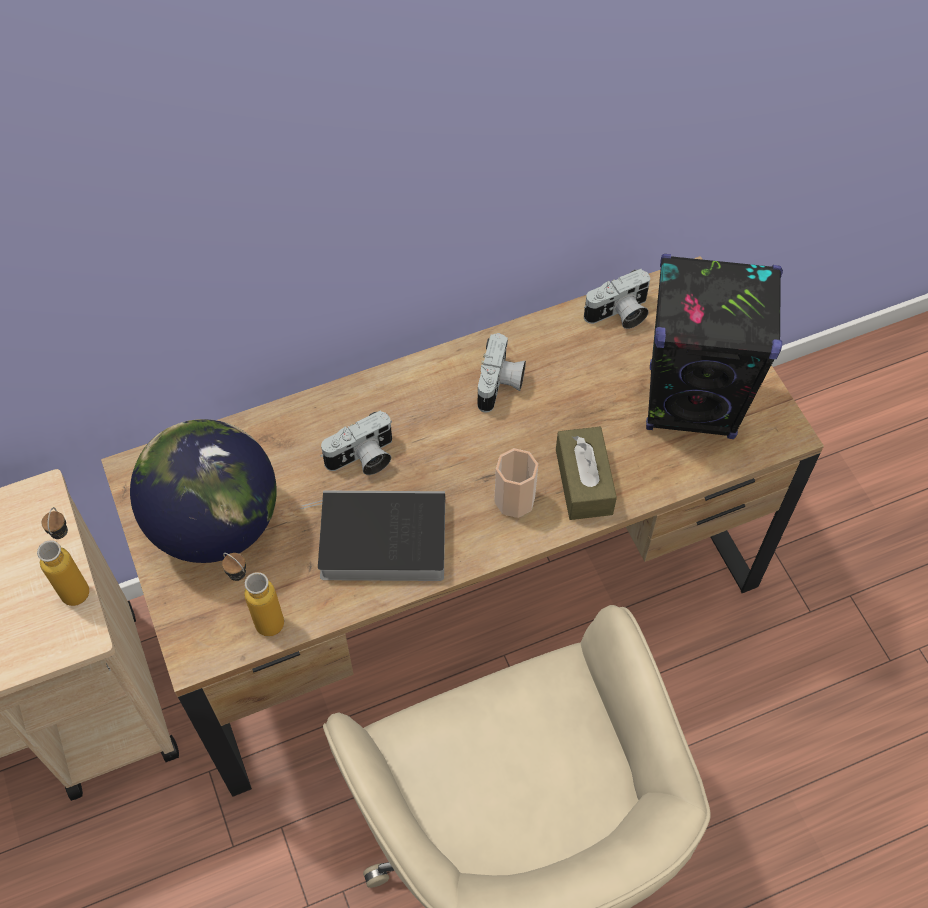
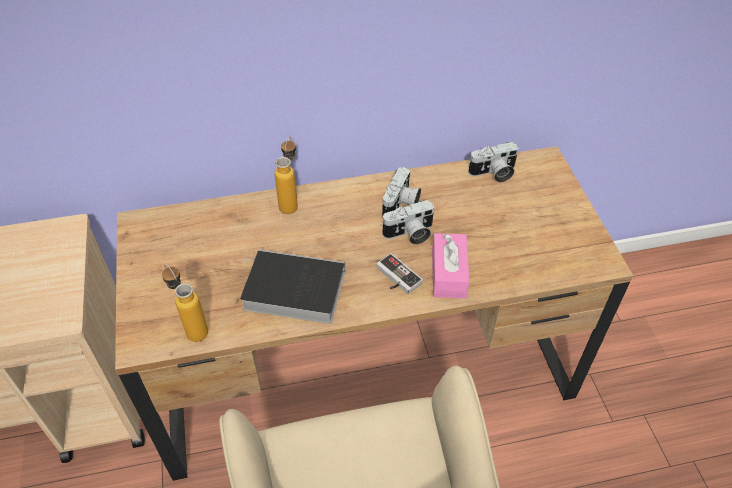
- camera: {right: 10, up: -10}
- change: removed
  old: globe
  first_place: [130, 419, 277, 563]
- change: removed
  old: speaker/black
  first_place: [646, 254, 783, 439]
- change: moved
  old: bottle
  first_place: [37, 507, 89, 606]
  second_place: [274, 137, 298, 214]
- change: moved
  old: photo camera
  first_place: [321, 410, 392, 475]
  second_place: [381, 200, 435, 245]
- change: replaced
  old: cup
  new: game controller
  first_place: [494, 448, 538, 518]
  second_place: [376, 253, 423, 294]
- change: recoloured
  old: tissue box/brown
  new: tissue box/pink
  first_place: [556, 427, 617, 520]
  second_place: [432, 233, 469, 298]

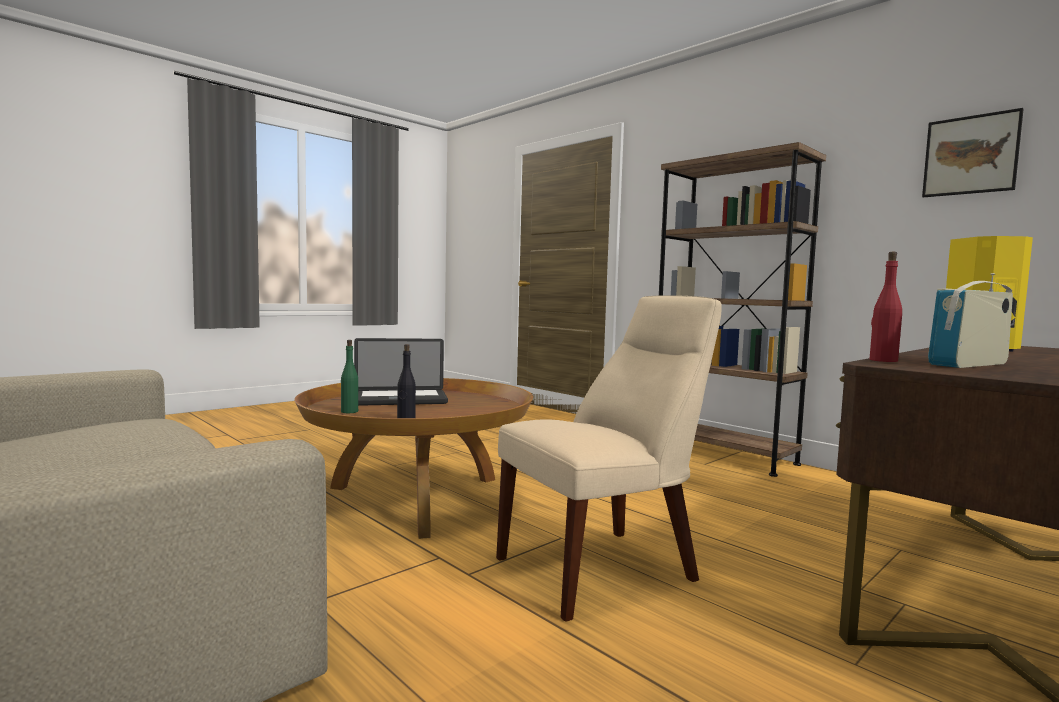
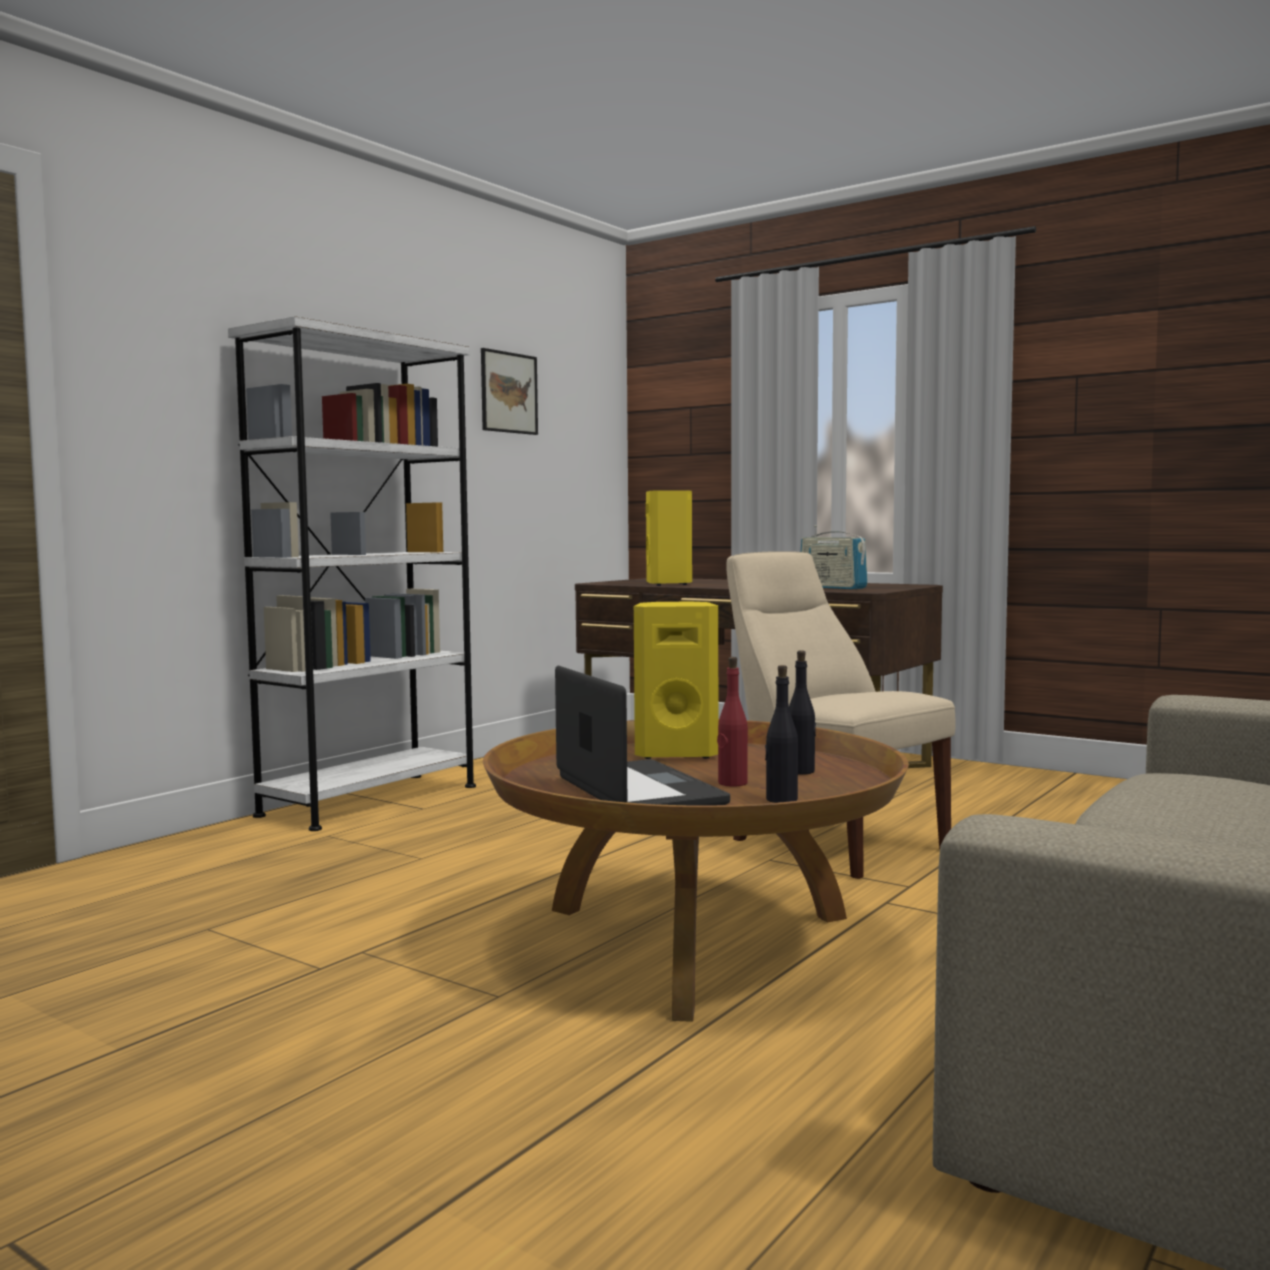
- camera: {right: -100, up: 0}
- change: added
  new: speaker/yellow
  second_place: [634, 602, 718, 759]
- change: moved
  old: bottle/red
  first_place: [870, 252, 902, 362]
  second_place: [717, 657, 748, 787]
- change: recoloured
  old: bottle/green
  new: bottle/black
  first_place: [341, 340, 358, 413]
  second_place: [765, 665, 798, 803]
- change: recoloured
  old: bookcase/brown
  new: bookcase/white
  first_place: [659, 142, 826, 477]
  second_place: [228, 316, 476, 831]

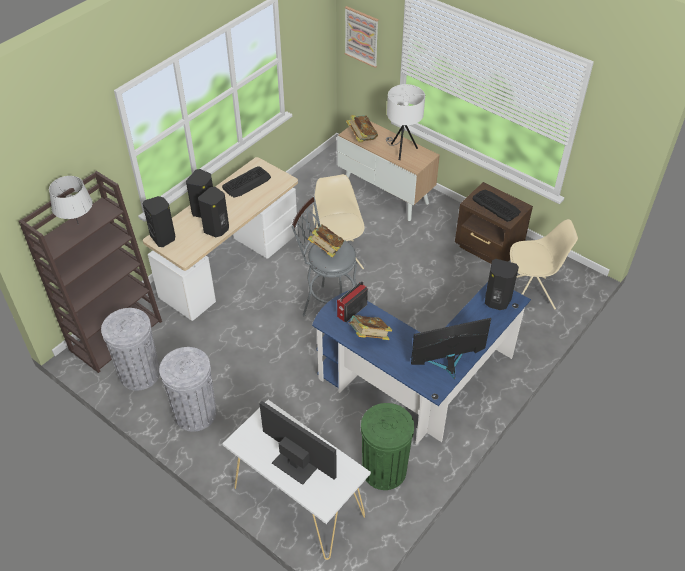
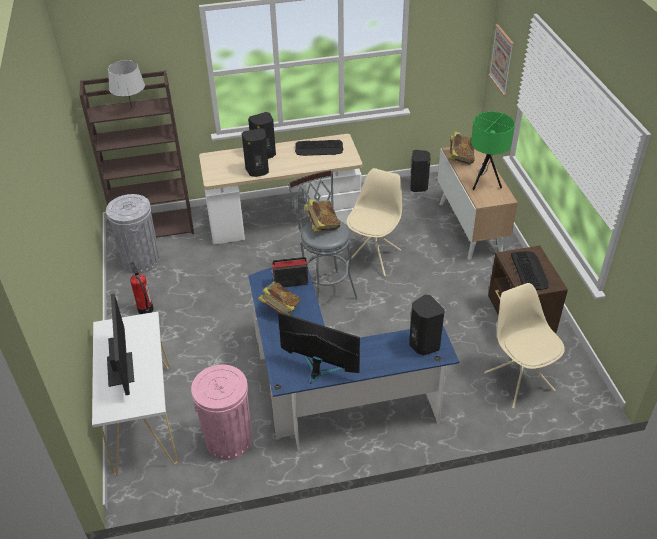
- camera: {right: 40, up: -5}
- change: moved
  old: speaker/black
  first_place: [142, 196, 175, 247]
  second_place: [410, 150, 430, 192]
- change: replaced
  old: trash can/grey
  new: fire extinguisher
  first_place: [159, 347, 217, 432]
  second_place: [130, 262, 154, 314]
- change: recoloured
  old: trash can/green
  new: trash can/pink
  first_place: [361, 403, 414, 490]
  second_place: [191, 364, 252, 460]
- change: recoloured
  old: table lamp/white
  new: table lamp/green
  first_place: [386, 84, 425, 160]
  second_place: [471, 111, 515, 190]
- change: turned
  old: chair/beige
  first_place: [510, 219, 578, 310]
  second_place: [484, 283, 565, 409]
  degrees: -150

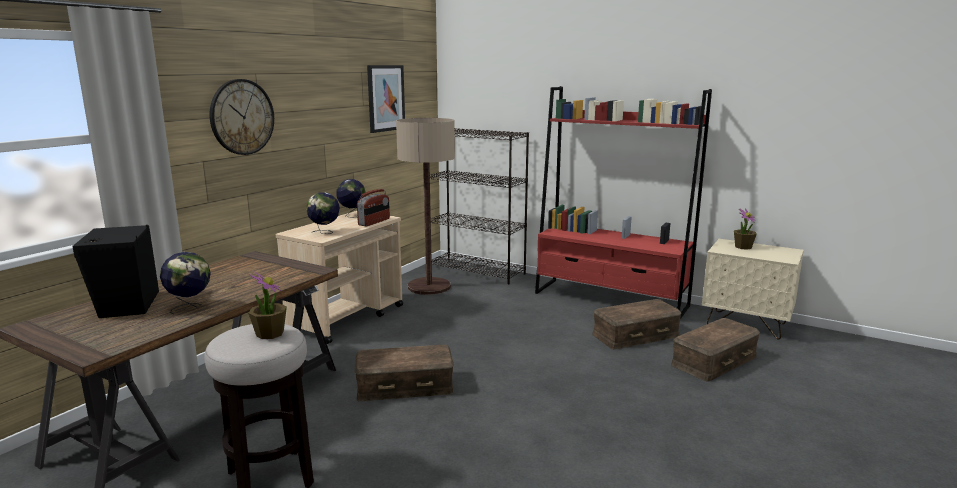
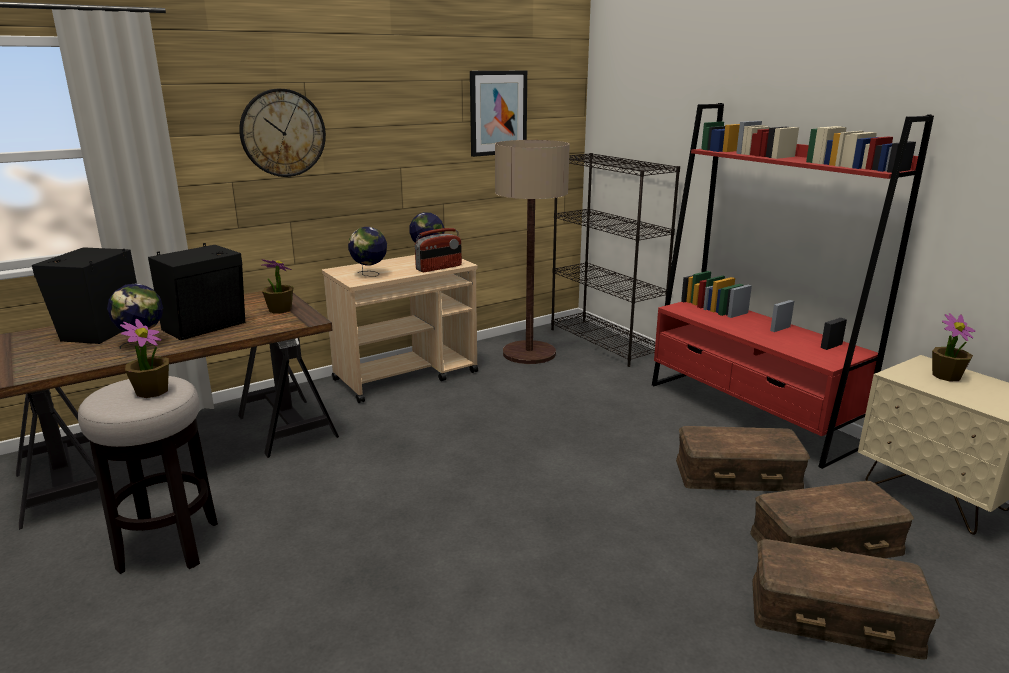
- camera: {right: 25, up: 5}
- change: added
  new: speaker/black
  second_place: [148, 243, 245, 340]
- change: added
  new: potted plant
  second_place: [261, 259, 294, 314]
- change: moved
  old: storage box/brown
  first_place: [354, 344, 454, 401]
  second_place: [752, 539, 940, 660]

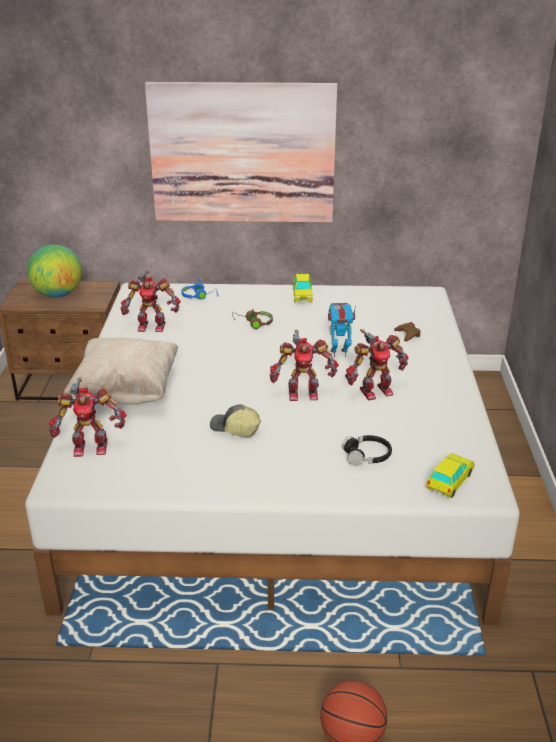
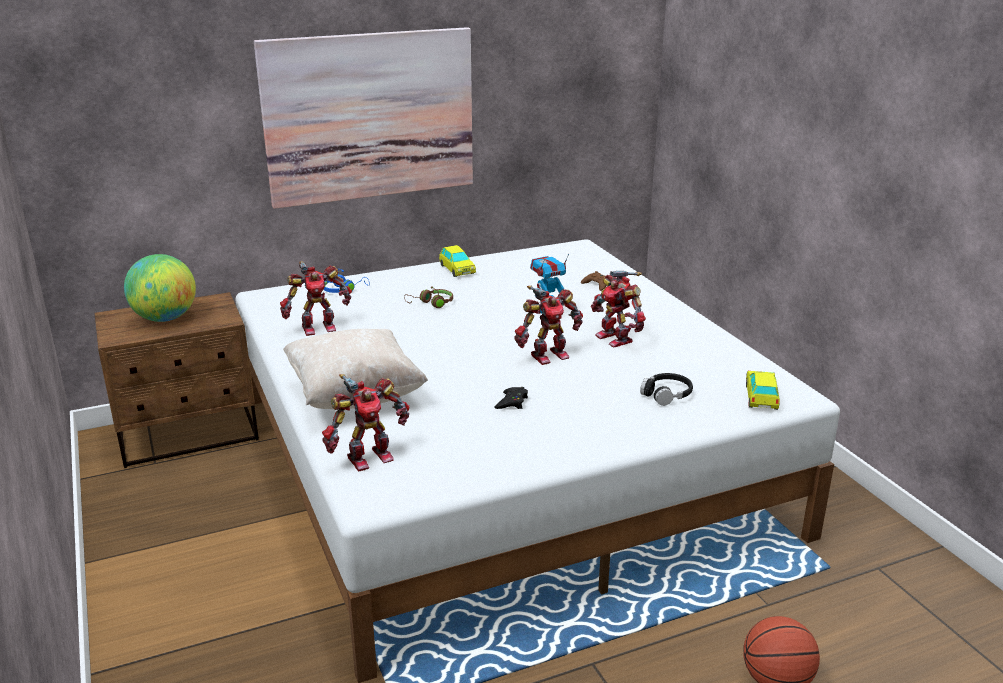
- camera: {right: -25, up: -5}
- change: replaced
  old: cap
  new: game controller/black
  first_place: [210, 404, 261, 437]
  second_place: [495, 387, 528, 409]
- change: turned
  old: toy robot
  first_place: [345, 329, 408, 400]
  second_place: [591, 271, 646, 347]
  degrees: 105

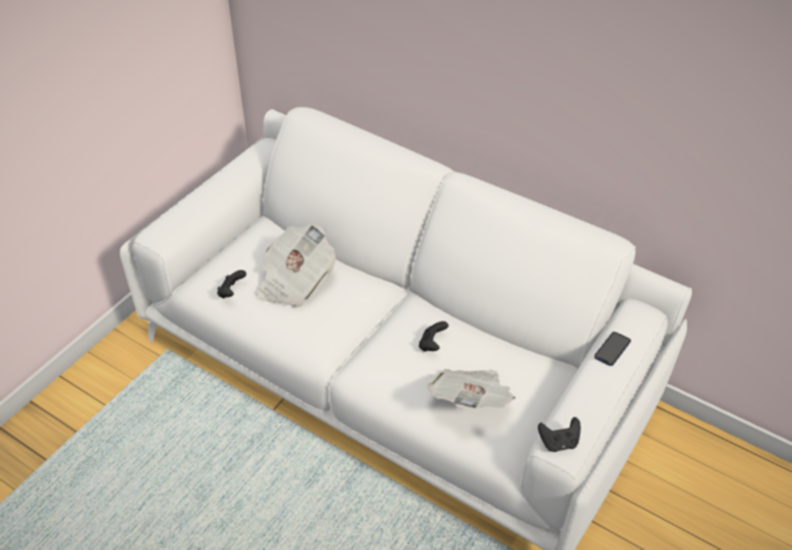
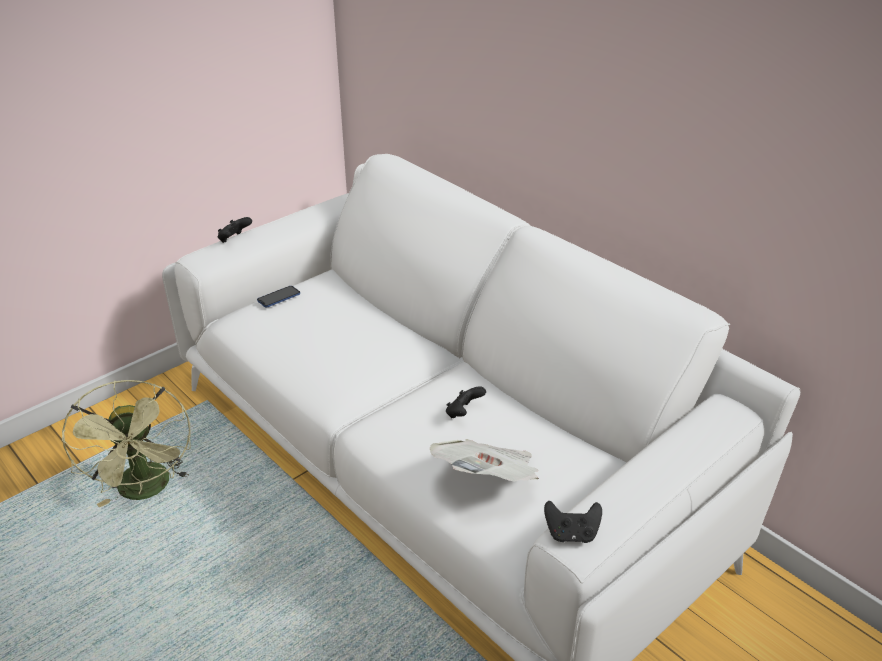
- camera: {right: 15, up: -10}
- change: removed
  old: newspaper
  first_place: [257, 224, 335, 307]
- change: added
  new: fan/green
  second_place: [62, 380, 191, 508]
- change: moved
  old: game controller/black
  first_place: [217, 270, 246, 298]
  second_place: [218, 217, 252, 243]
- change: moved
  old: phone
  first_place: [594, 332, 631, 366]
  second_place: [257, 286, 300, 307]

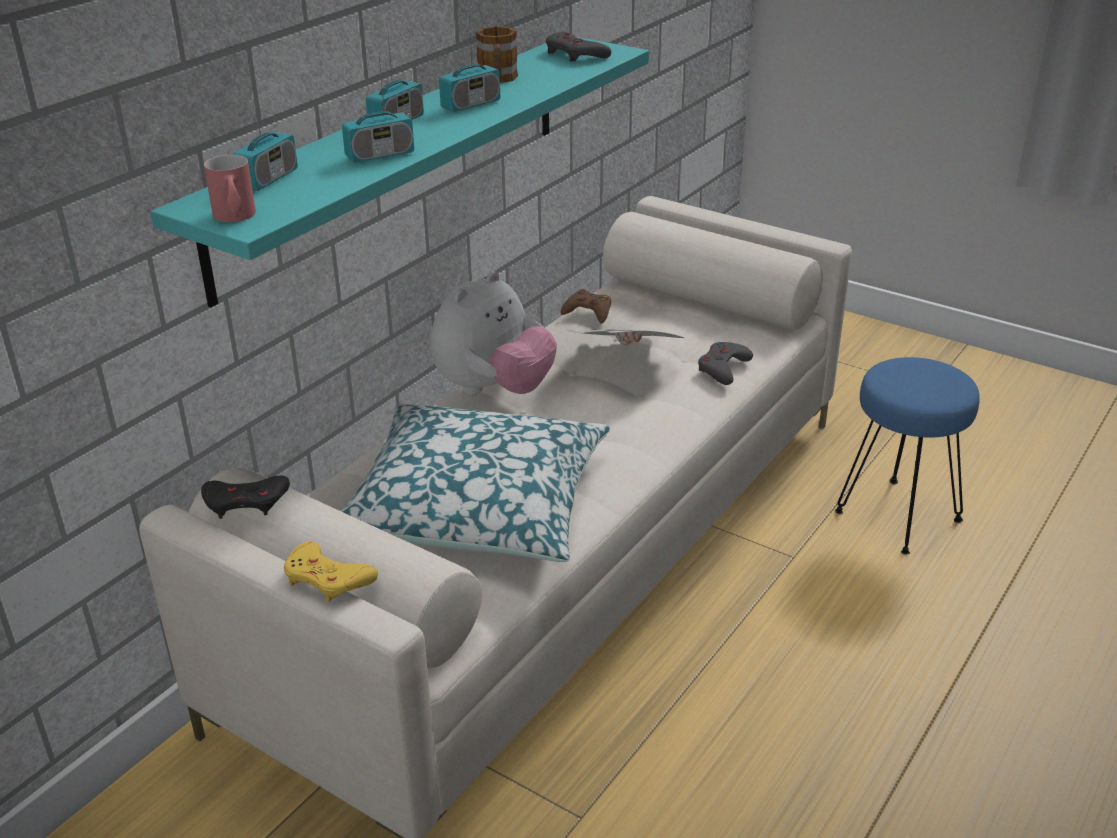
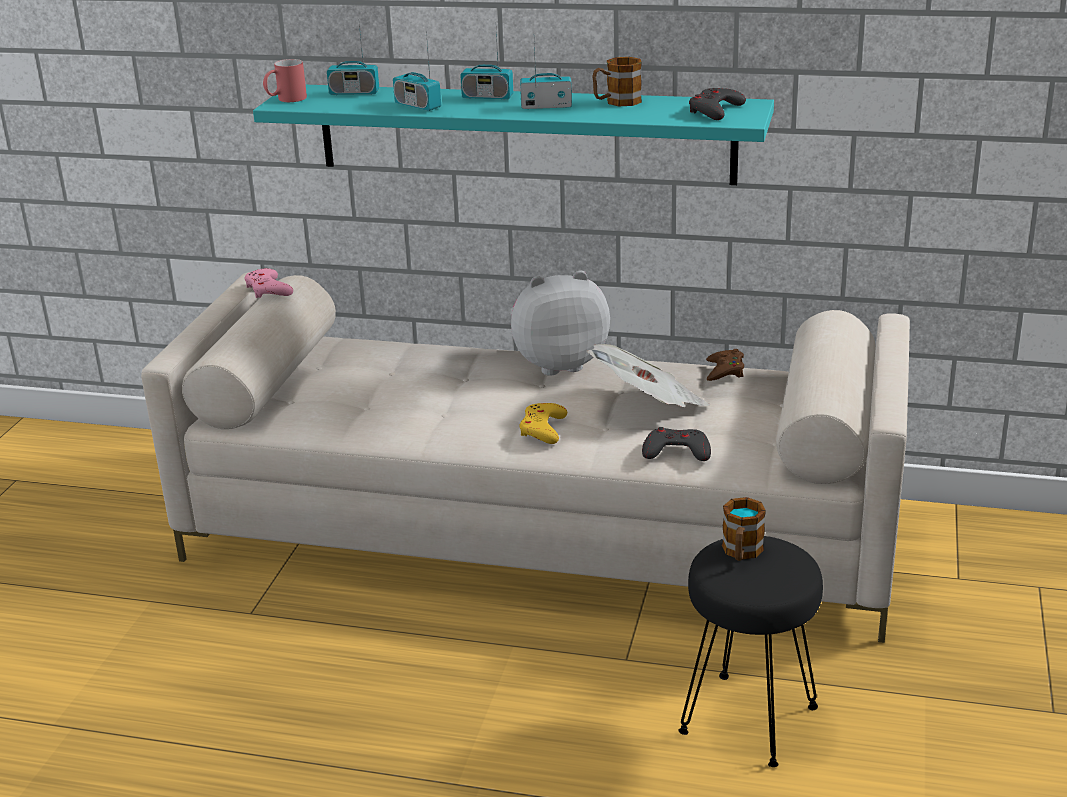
- camera: {right: 70, up: -5}
- change: removed
  old: pillow
  first_place: [341, 404, 610, 562]
- change: added
  new: mug
  second_place: [722, 497, 766, 561]
- change: moved
  old: game controller/yellow
  first_place: [284, 542, 378, 602]
  second_place: [519, 403, 567, 444]
- change: recoloured
  old: game controller/black
  new: game controller/pink
  first_place: [201, 475, 290, 519]
  second_place: [244, 268, 293, 298]
- change: recoloured
  old: stool/blue
  new: stool/black
  first_place: [835, 357, 980, 554]
  second_place: [679, 536, 823, 767]
- change: turned
  old: plush toy
  first_place: [431, 271, 557, 395]
  second_place: [511, 270, 610, 376]
  degrees: 150
- change: turned
  old: radio
  first_place: [439, 15, 500, 112]
  second_place: [520, 44, 572, 109]
  degrees: 150

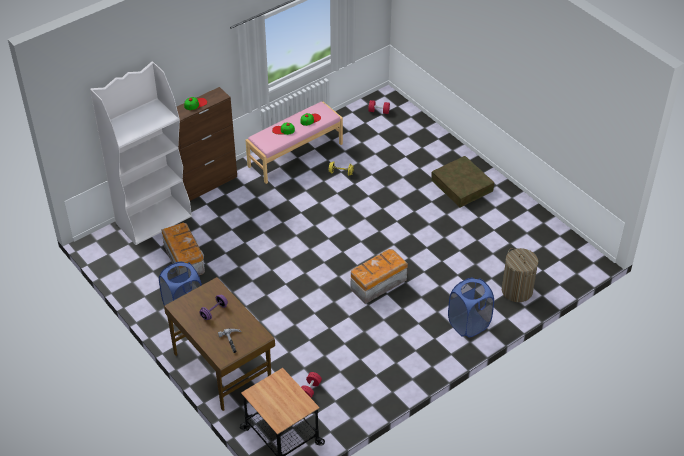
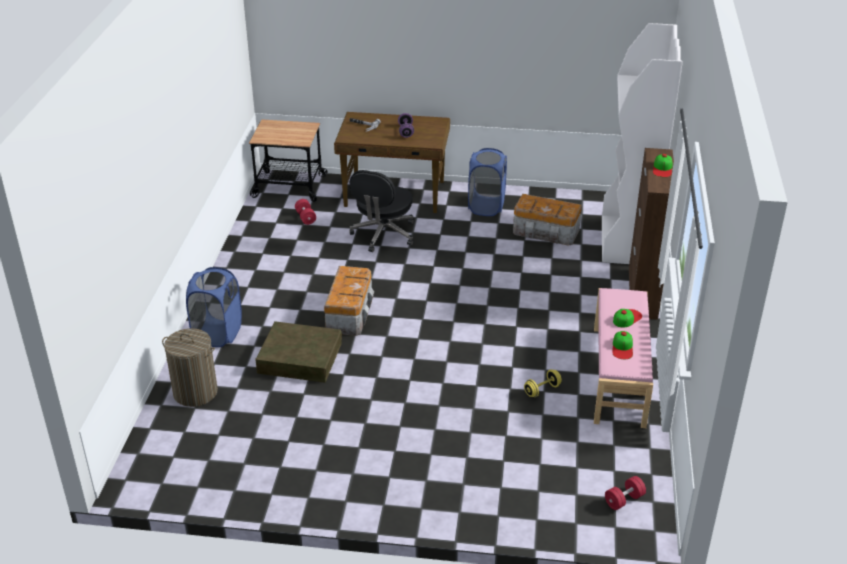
- camera: {right: 135, up: -10}
- change: added
  new: office chair/black
  second_place: [349, 170, 414, 252]
- change: moved
  old: storage box/brown
  first_place: [431, 156, 494, 208]
  second_place: [255, 321, 342, 383]

